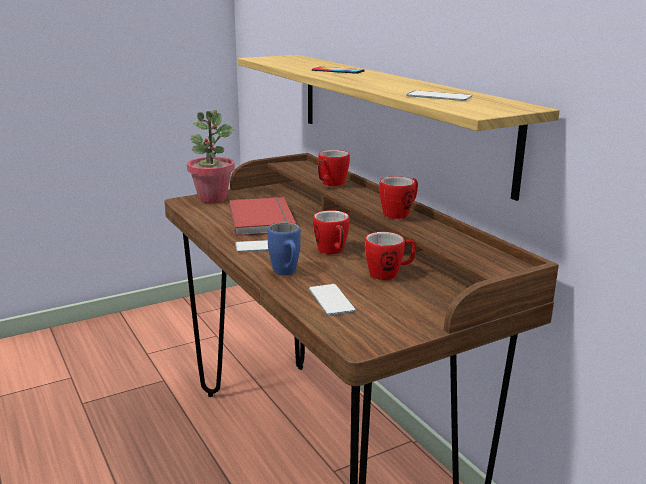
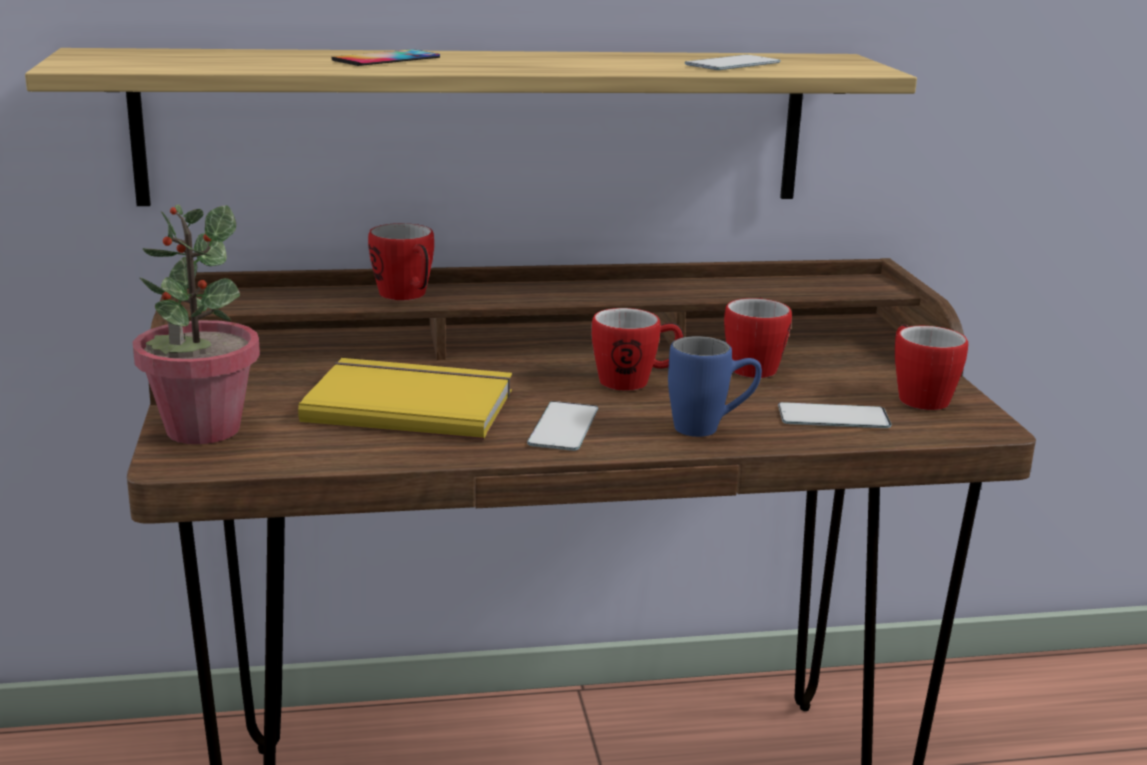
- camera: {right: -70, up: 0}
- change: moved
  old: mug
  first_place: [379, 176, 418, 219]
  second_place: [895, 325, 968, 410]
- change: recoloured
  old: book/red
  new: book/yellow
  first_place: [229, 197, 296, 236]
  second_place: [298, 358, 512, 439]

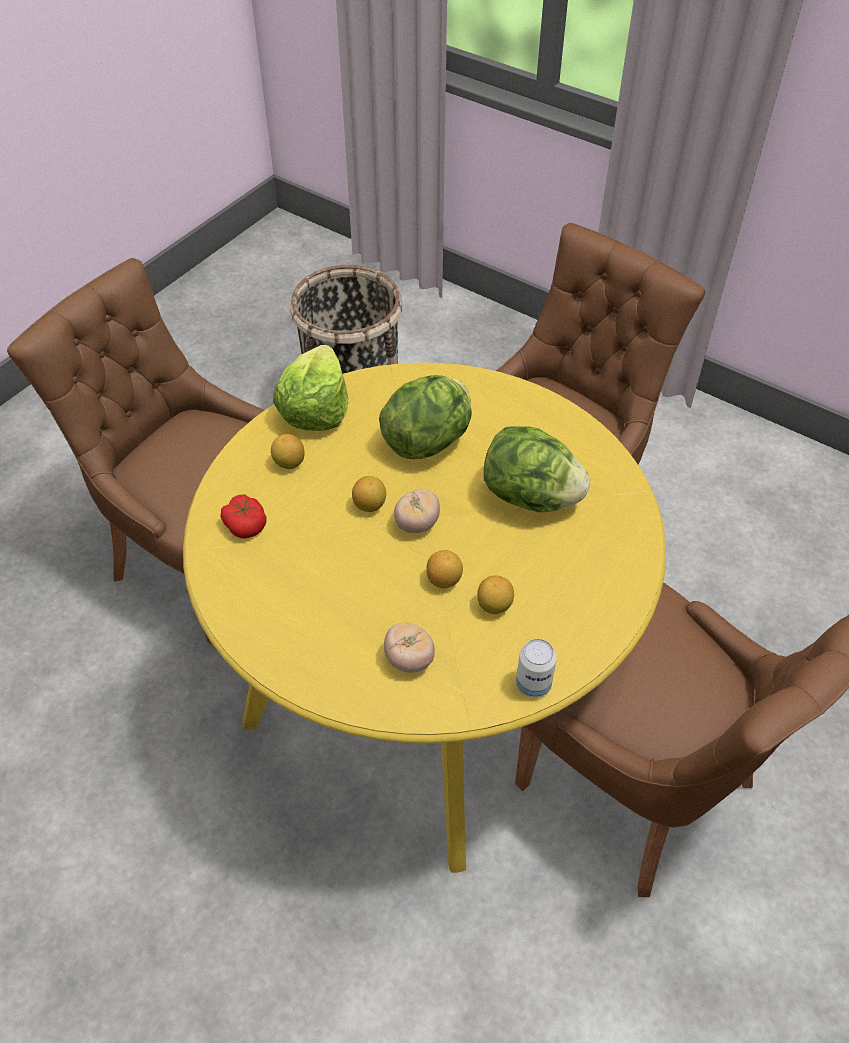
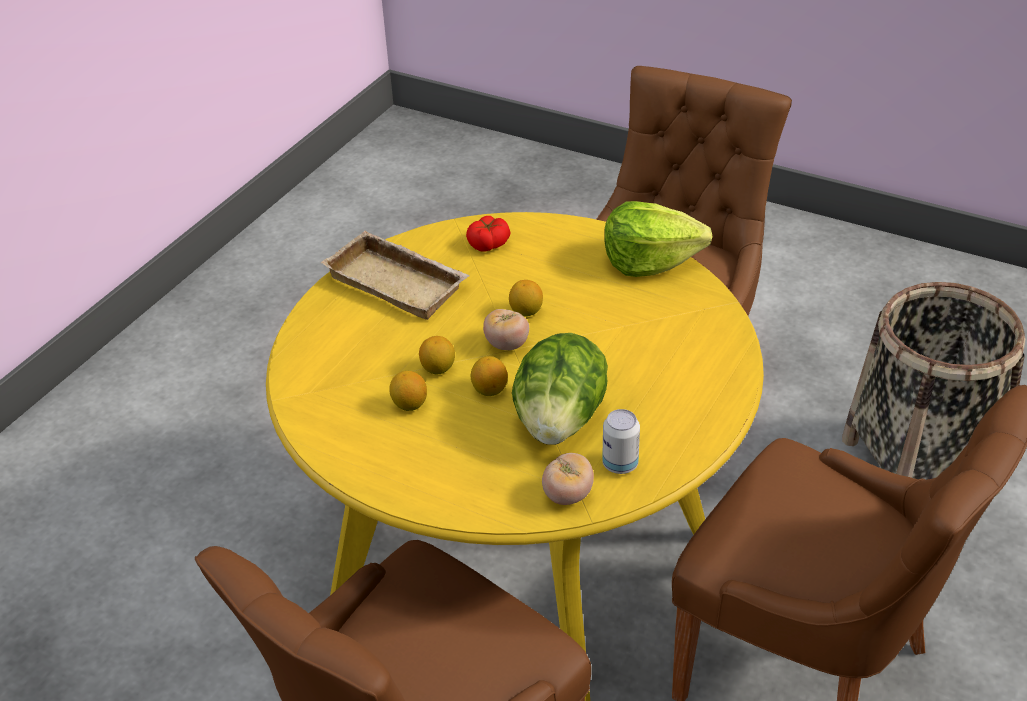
- camera: {right: 85, up: -10}
- change: removed
  old: lettuce
  first_place: [379, 375, 472, 459]
- change: added
  new: tray/beige
  second_place: [321, 231, 469, 320]
- change: moved
  old: lemon
  first_place: [271, 434, 305, 469]
  second_place: [471, 356, 508, 396]
- change: moved
  old: tomato
  first_place: [384, 623, 435, 673]
  second_place: [542, 453, 594, 505]
- change: moved
  old: can
  first_place: [516, 639, 557, 698]
  second_place: [602, 409, 640, 474]

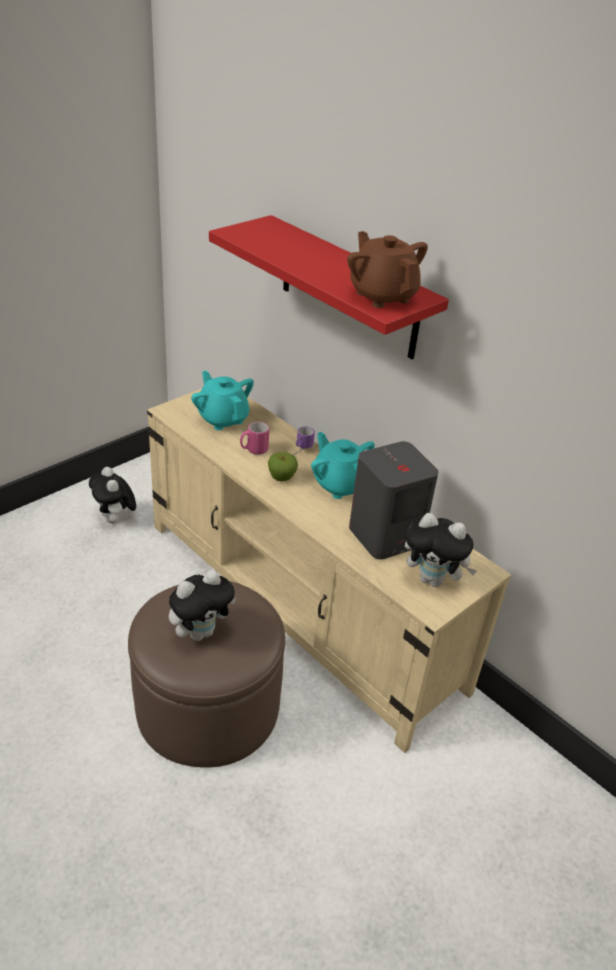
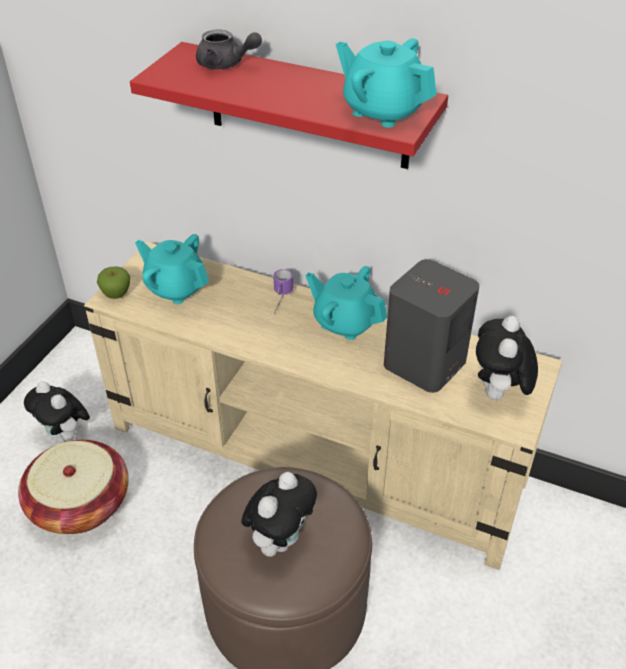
- camera: {right: -20, up: 5}
- change: removed
  old: mug/pink
  first_place: [240, 422, 269, 455]
- change: added
  new: basket
  second_place: [18, 440, 129, 534]
- change: added
  new: teapot/grey
  second_place: [196, 29, 262, 69]
- change: moved
  old: apple
  first_place: [268, 452, 298, 482]
  second_place: [97, 267, 130, 299]
- change: recoloured
  old: teapot/brown
  new: teapot/turquoise
  first_place: [347, 231, 428, 308]
  second_place: [336, 38, 437, 128]
- change: turned
  old: plush toy
  first_place: [405, 513, 477, 587]
  second_place: [476, 316, 538, 401]
  degrees: 105

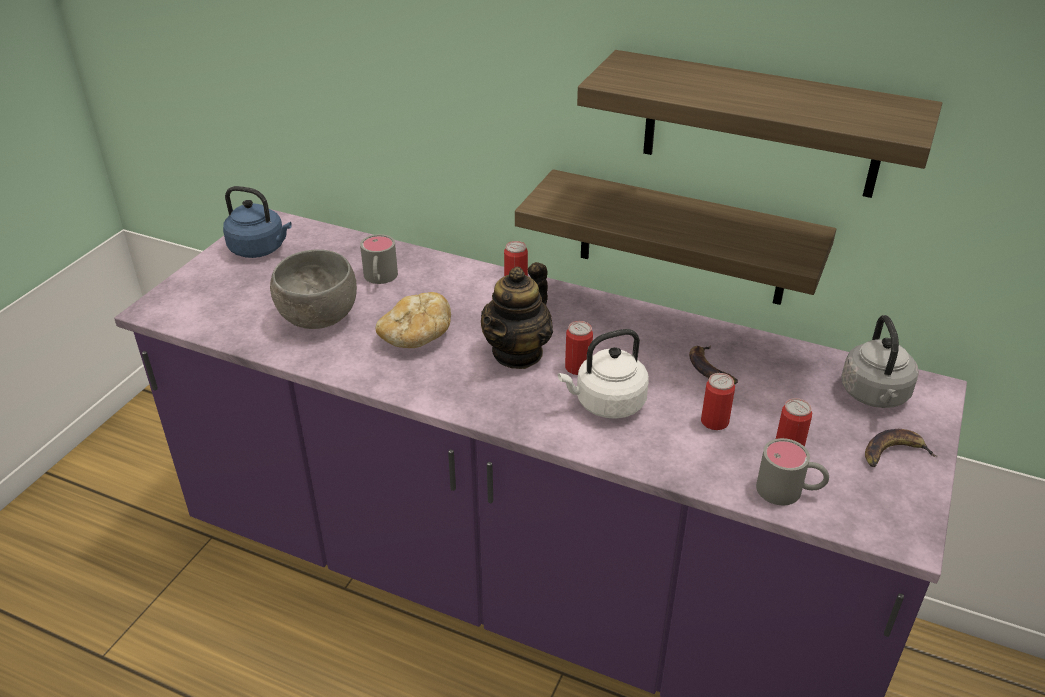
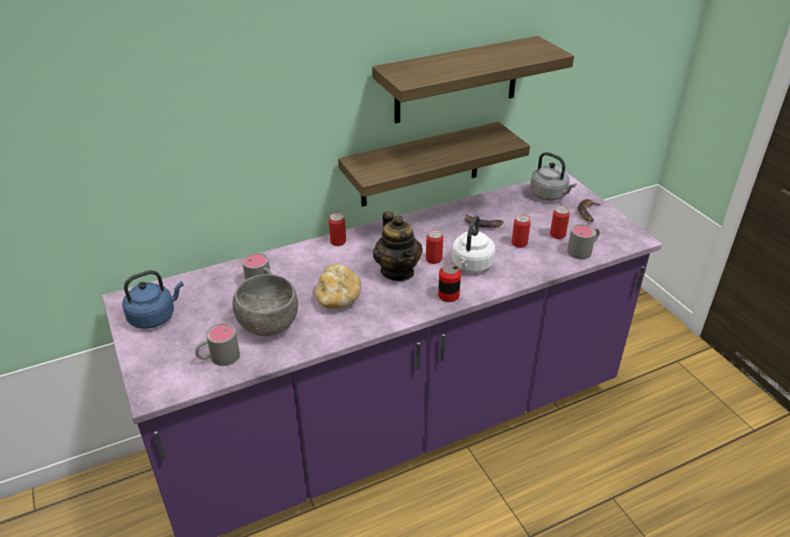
- camera: {right: -50, up: 0}
- change: added
  new: mug/grey
  second_place: [195, 323, 240, 366]
- change: added
  new: can
  second_place: [438, 264, 461, 302]

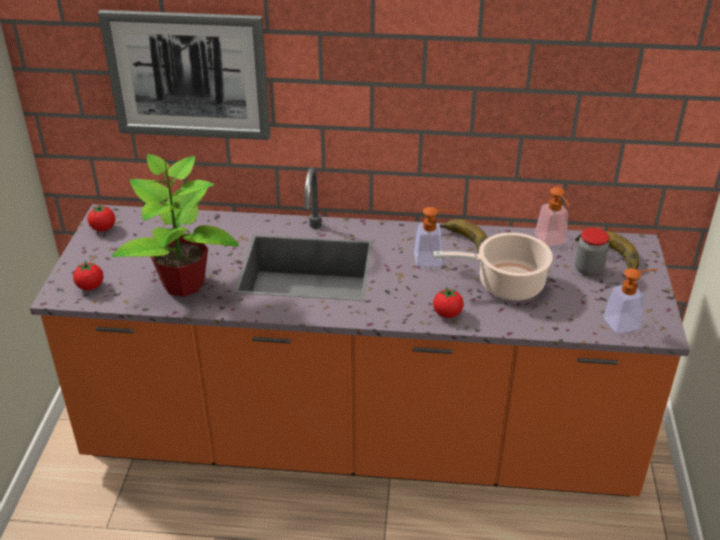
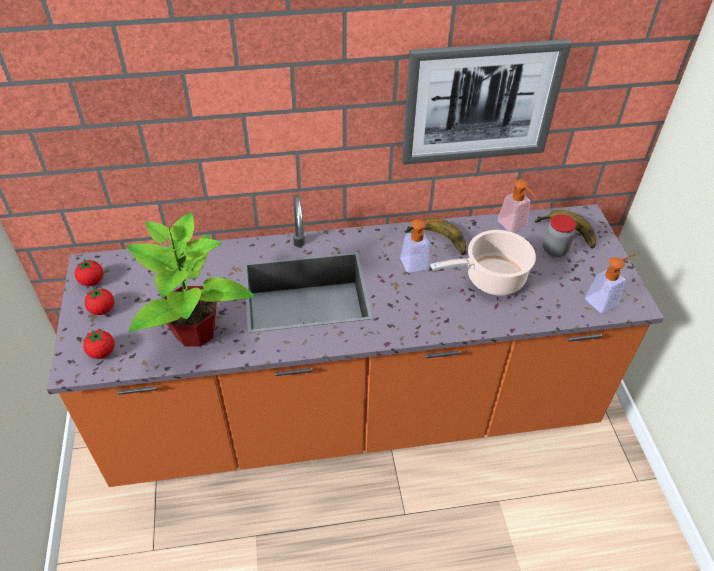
- camera: {right: -15, up: 10}
- change: moved
  old: picture
  first_place: [98, 10, 270, 140]
  second_place: [402, 39, 572, 165]
- change: moved
  old: tomato
  first_place: [433, 287, 464, 318]
  second_place: [85, 287, 114, 315]

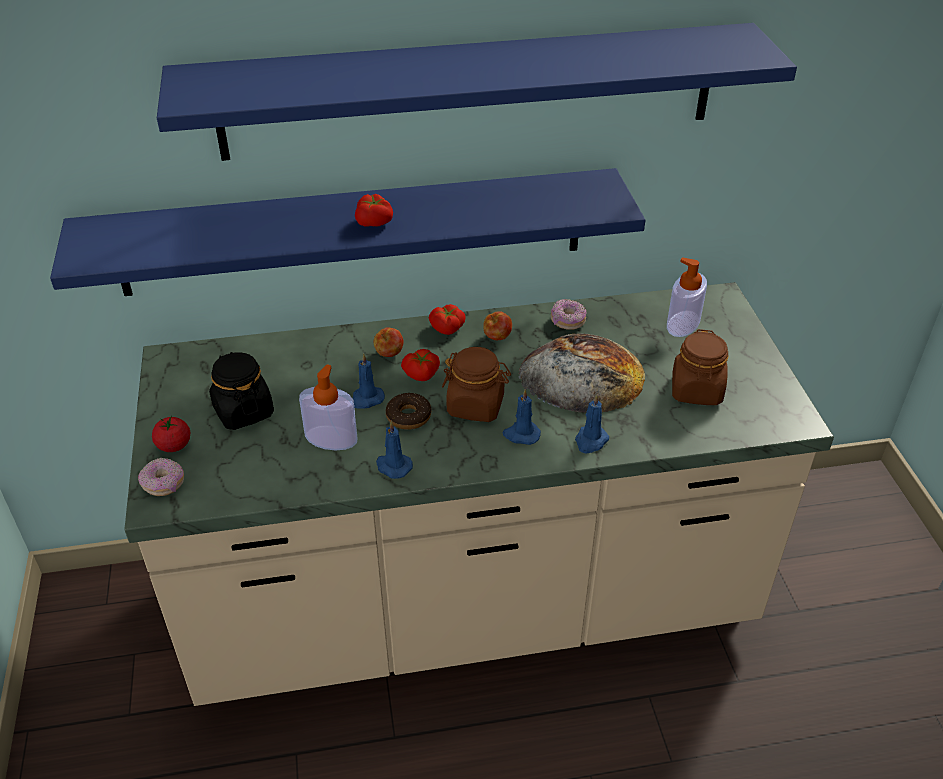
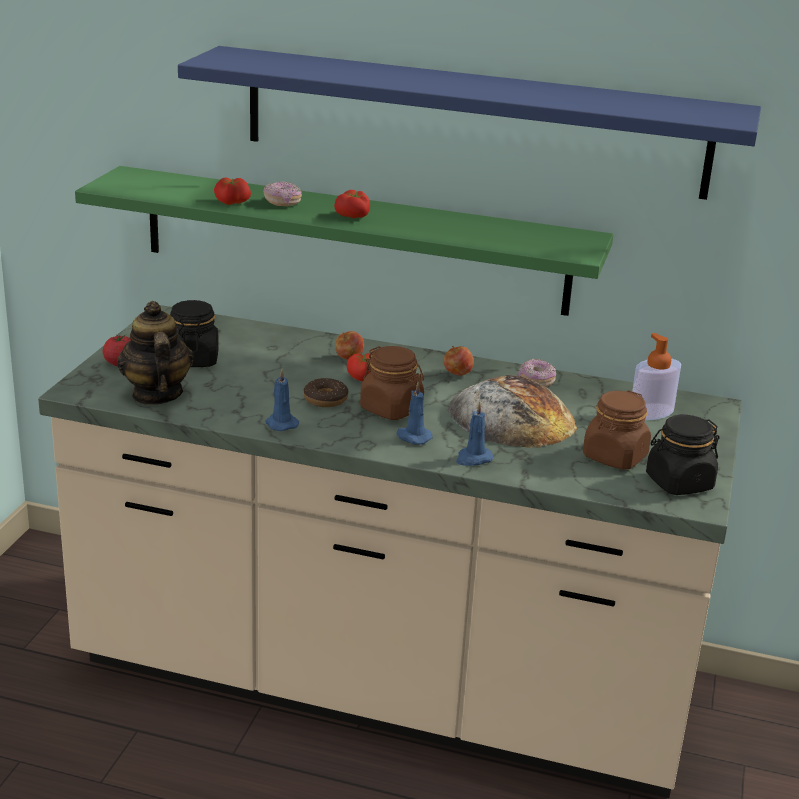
- camera: {right: 25, up: -15}
- change: removed
  old: soap dispenser
  first_place: [299, 365, 357, 451]
- change: removed
  old: candle/blue
  first_place: [352, 353, 385, 408]
- change: added
  new: teapot
  second_place: [117, 301, 194, 405]
- change: added
  new: jar/black
  second_place: [646, 415, 720, 495]
- change: moved
  old: donut
  first_place: [138, 458, 184, 496]
  second_place: [263, 181, 302, 206]
- change: moved
  old: tomato
  first_place: [429, 304, 466, 335]
  second_place: [214, 178, 251, 205]
- change: recoloured
  old: shelf/blue
  new: shelf/green
  first_place: [50, 168, 645, 296]
  second_place: [75, 166, 613, 316]

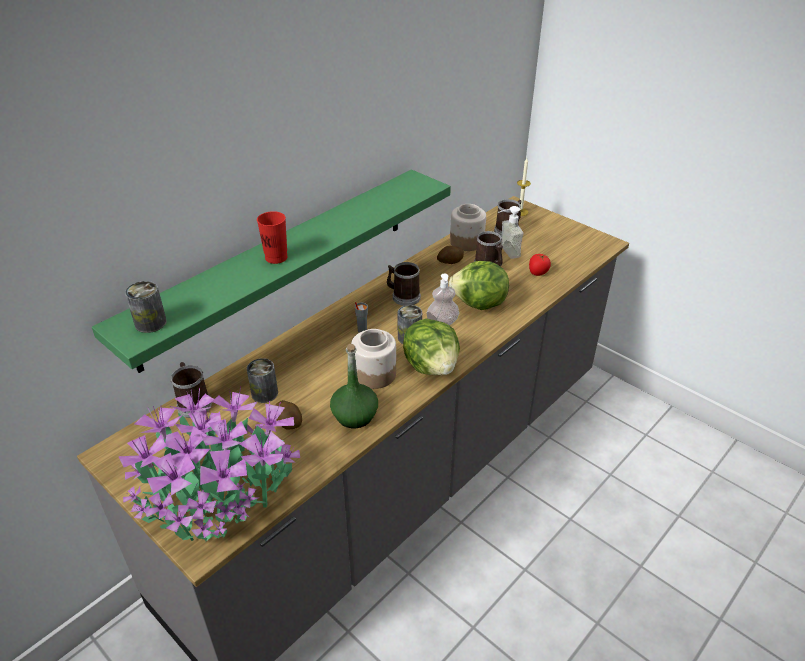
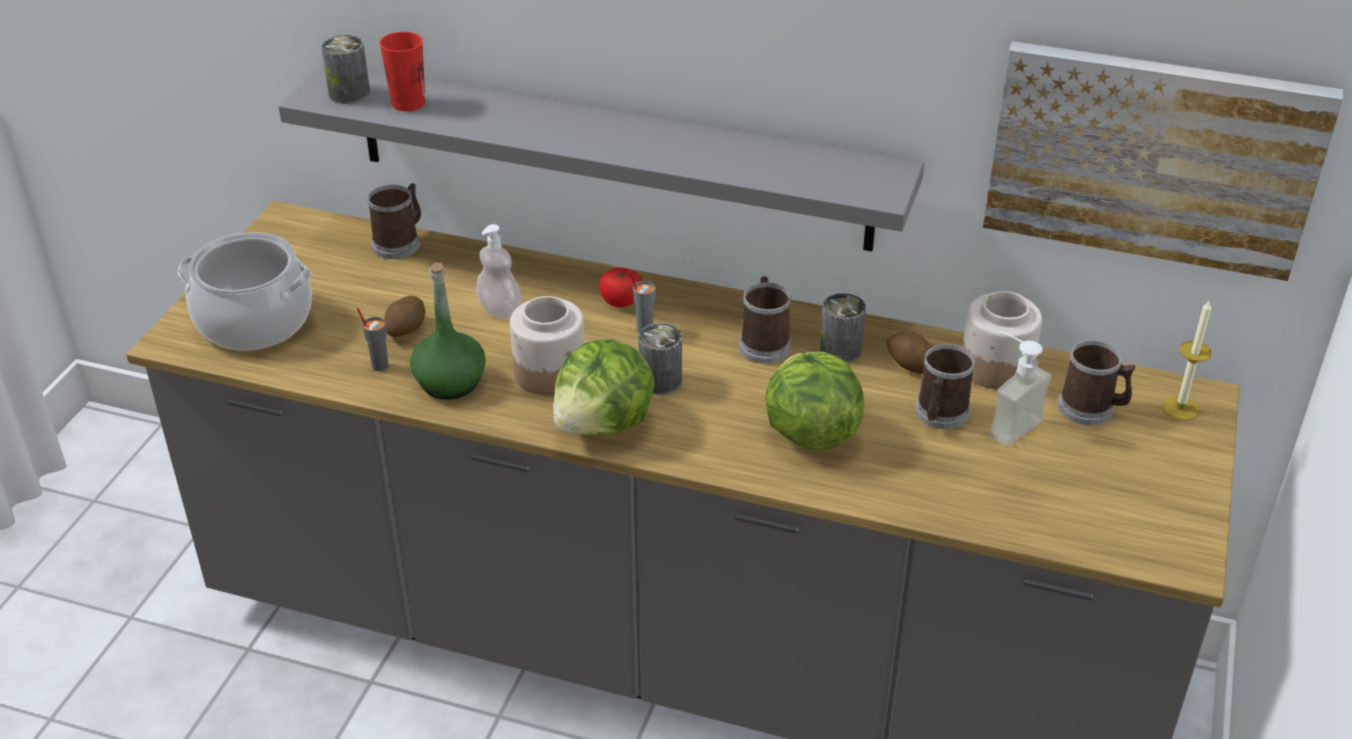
- camera: {right: 65, up: 0}
- change: added
  new: cup/grey
  second_place: [357, 308, 389, 371]
- change: added
  new: picture
  second_place: [983, 41, 1343, 281]
- change: moved
  old: can
  first_place: [247, 358, 278, 403]
  second_place: [820, 293, 866, 363]
- change: moved
  old: cup/red
  first_place: [257, 211, 288, 264]
  second_place: [379, 32, 425, 111]
- change: moved
  old: soap dispenser
  first_place: [426, 273, 459, 325]
  second_place: [476, 224, 521, 319]
- change: moved
  old: tomato
  first_place: [529, 254, 551, 276]
  second_place: [599, 268, 643, 307]
- change: replaced
  old: potted plant
  new: cooking pot
  first_place: [118, 386, 300, 541]
  second_place: [178, 232, 312, 351]
- change: recoloured
  old: shelf/green
  new: shelf/grey
  first_place: [92, 169, 451, 373]
  second_place: [278, 63, 924, 251]

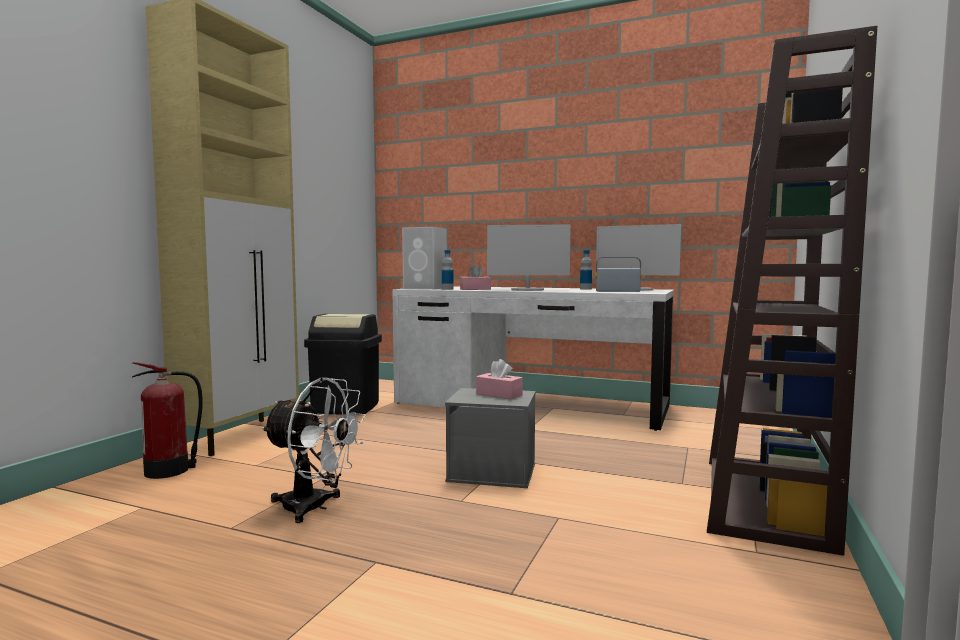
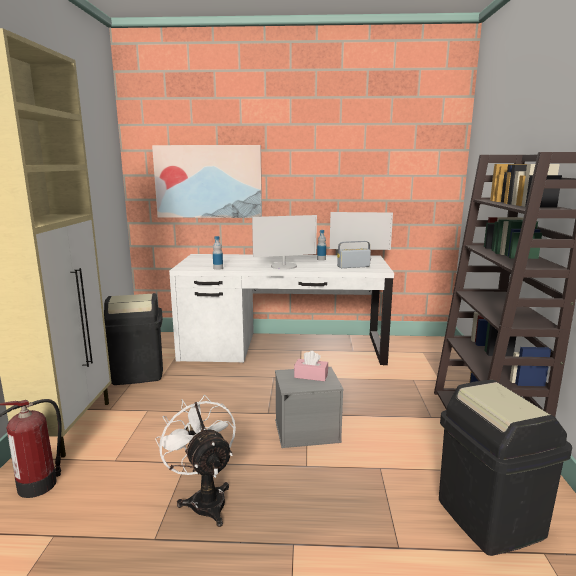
- camera: {right: -20, up: 10}
- change: removed
  old: speaker/white
  first_place: [402, 227, 447, 289]
- change: removed
  old: tissue box/pink
  first_place: [460, 265, 491, 290]
- change: added
  new: picture
  second_place: [152, 145, 262, 218]
- change: added
  new: trash can/black
  second_place: [439, 380, 572, 556]
- change: turned
  old: fan/white
  first_place: [261, 377, 366, 523]
  second_place: [155, 395, 236, 527]
  degrees: -120

